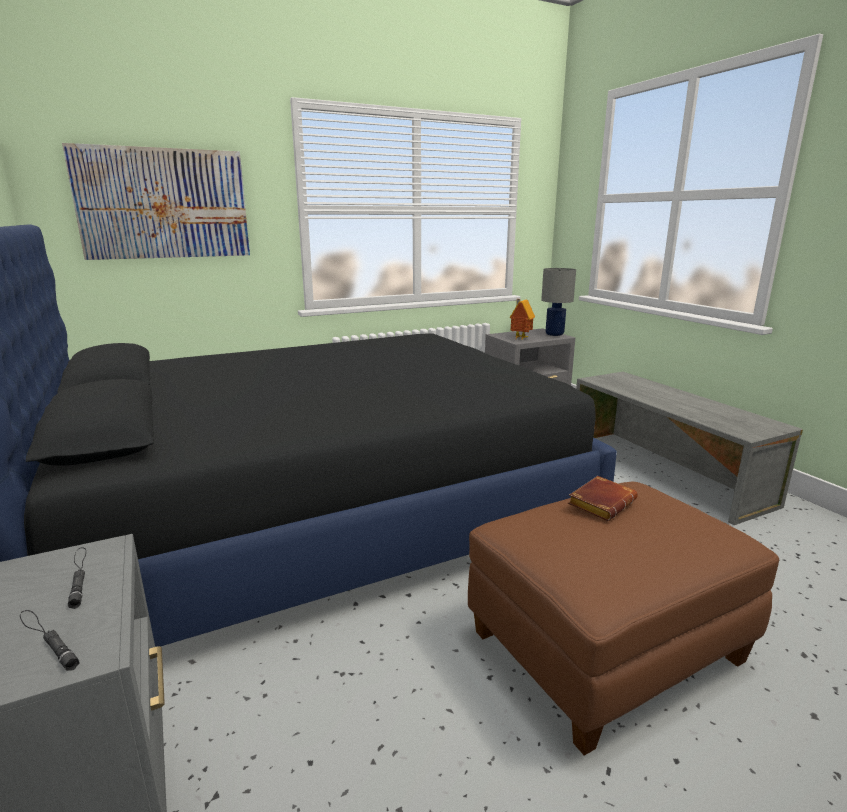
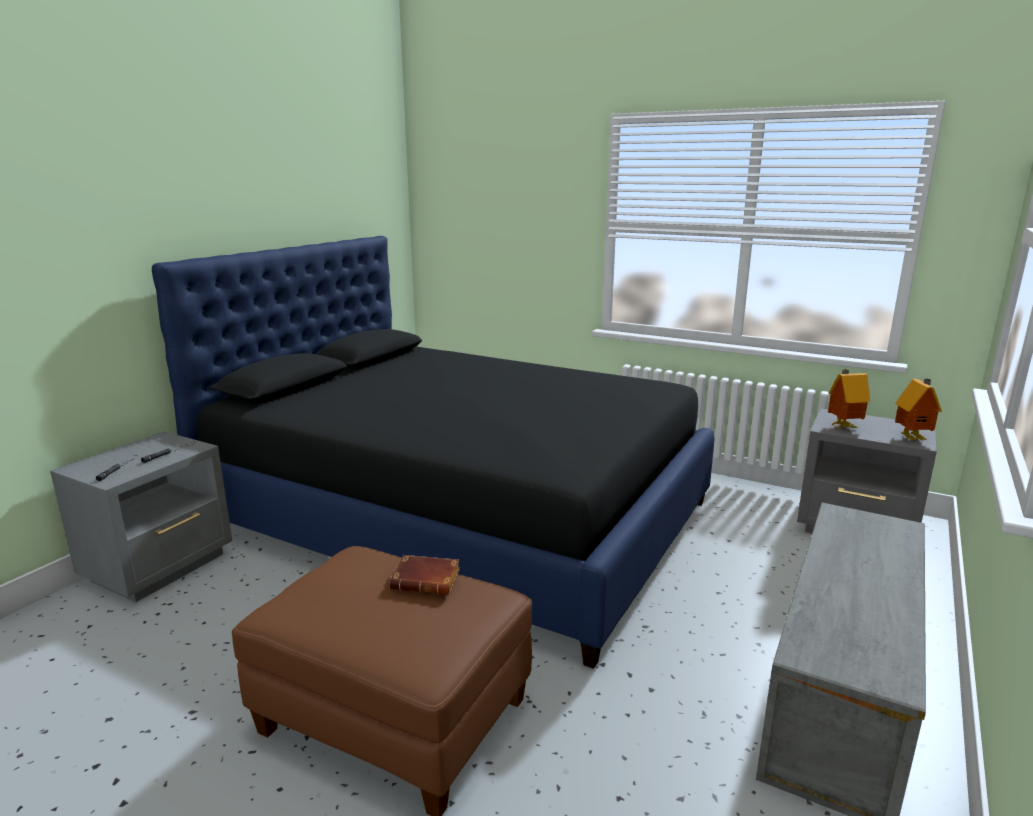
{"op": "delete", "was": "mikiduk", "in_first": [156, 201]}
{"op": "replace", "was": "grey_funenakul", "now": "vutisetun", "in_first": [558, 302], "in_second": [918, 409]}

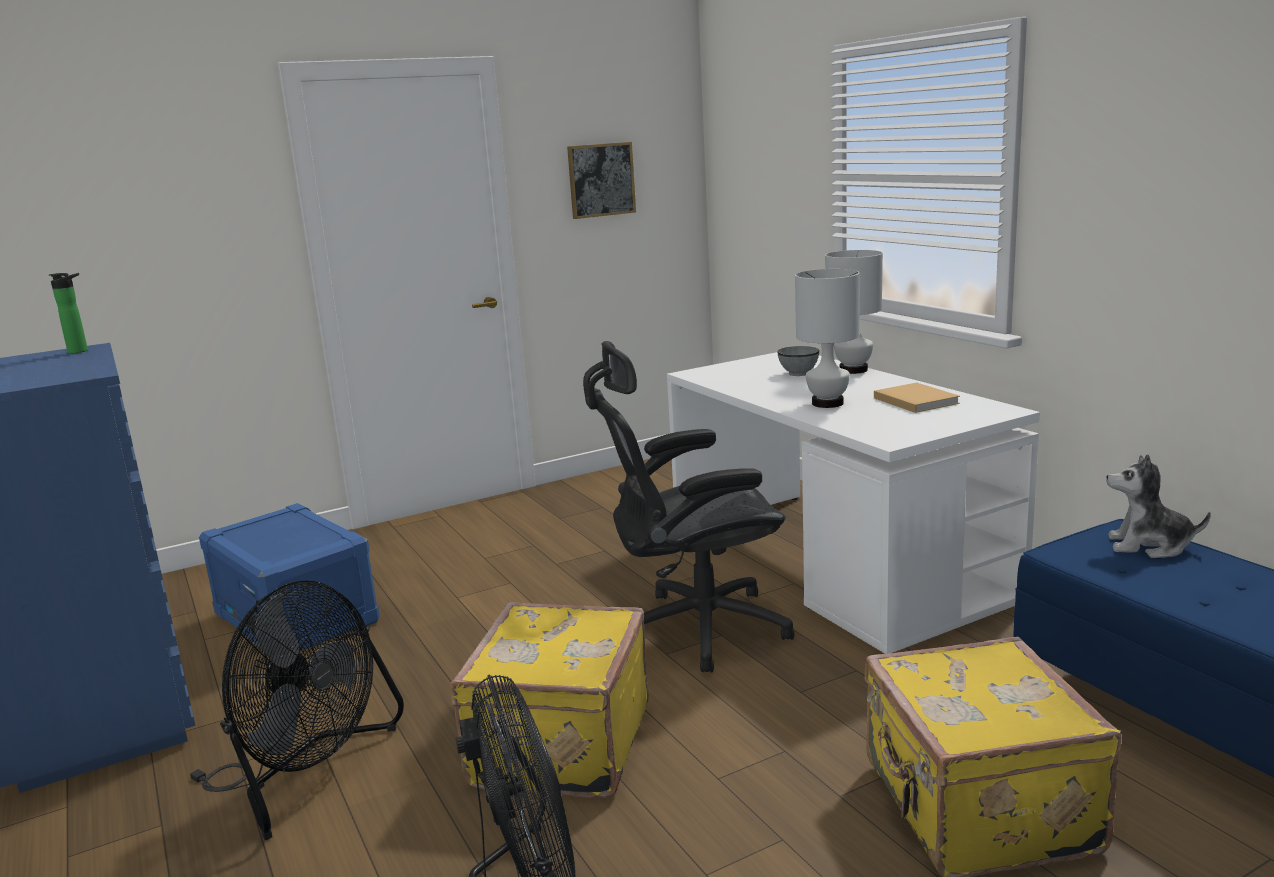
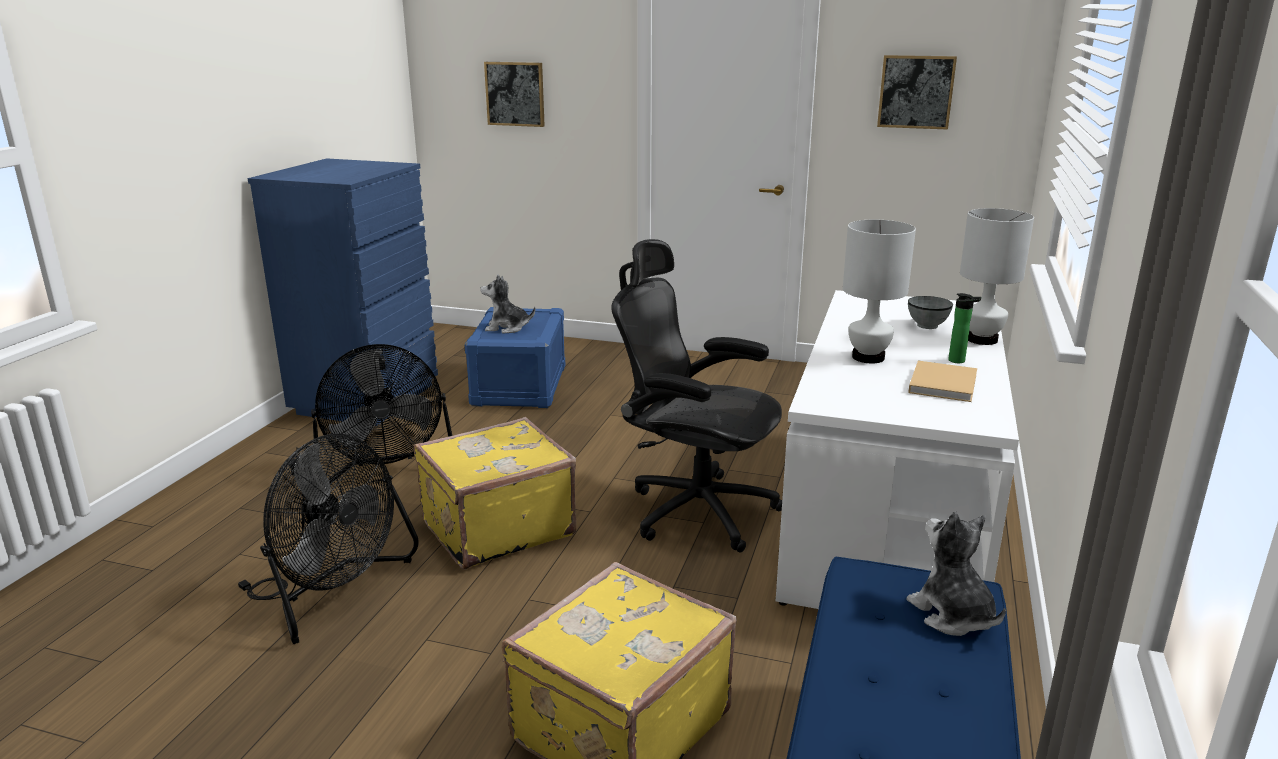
{"op": "move", "was": "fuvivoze", "in_first": [68, 313], "in_second": [964, 328]}
{"op": "insert", "now": "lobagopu", "in_second": [508, 304]}
{"op": "insert", "now": "mikiduk", "in_second": [514, 94]}

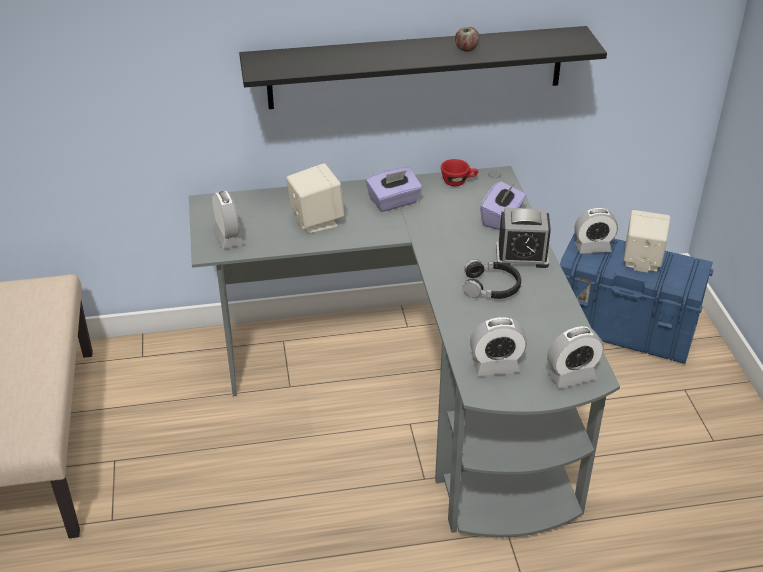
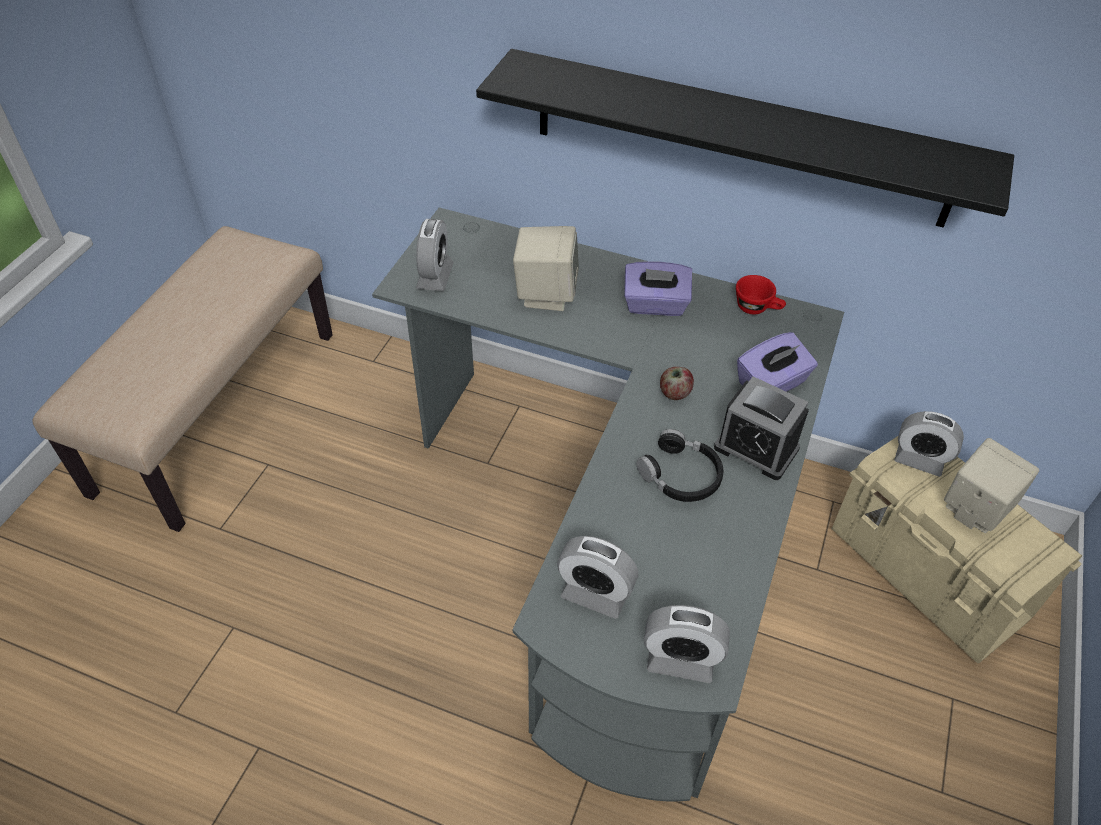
{"op": "move", "was": "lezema", "in_first": [467, 39], "in_second": [677, 383]}
{"op": "recolor", "was": "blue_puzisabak", "now": "beige_puzisabak", "in_first": [636, 298], "in_second": [957, 550]}

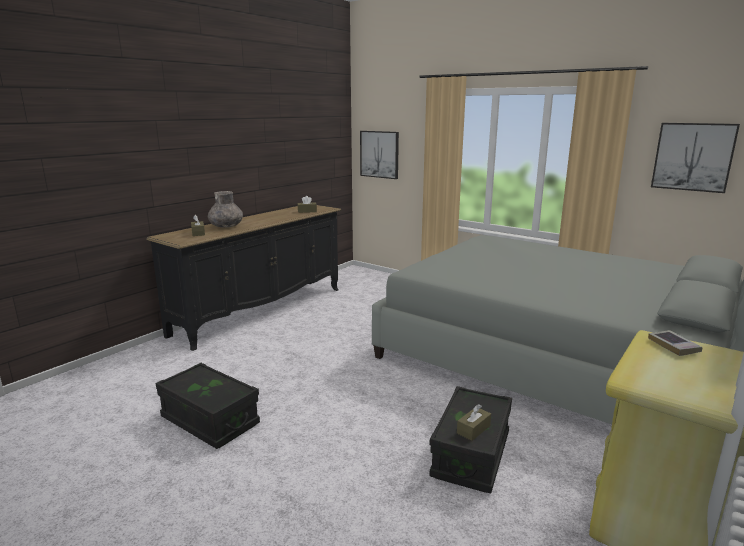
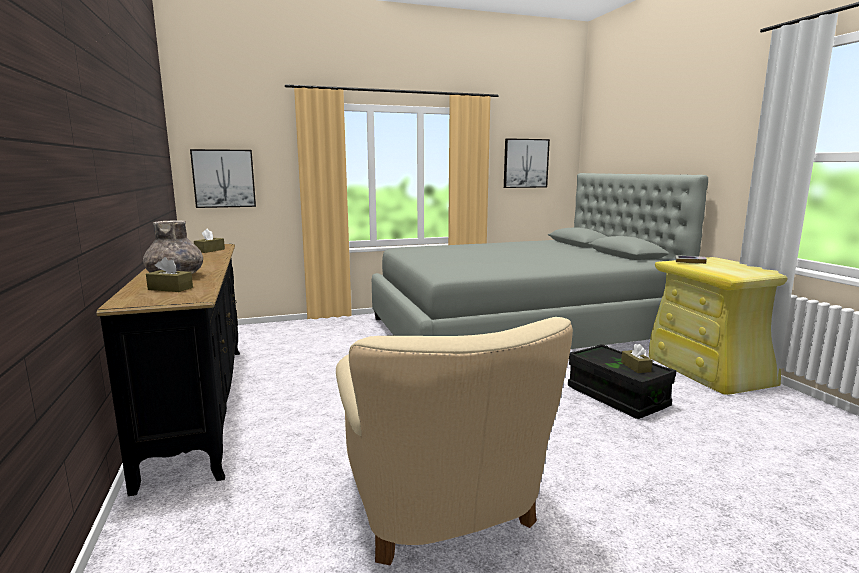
{"op": "replace", "was": "black_puzisabak", "now": "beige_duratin", "in_first": [208, 406], "in_second": [454, 441]}

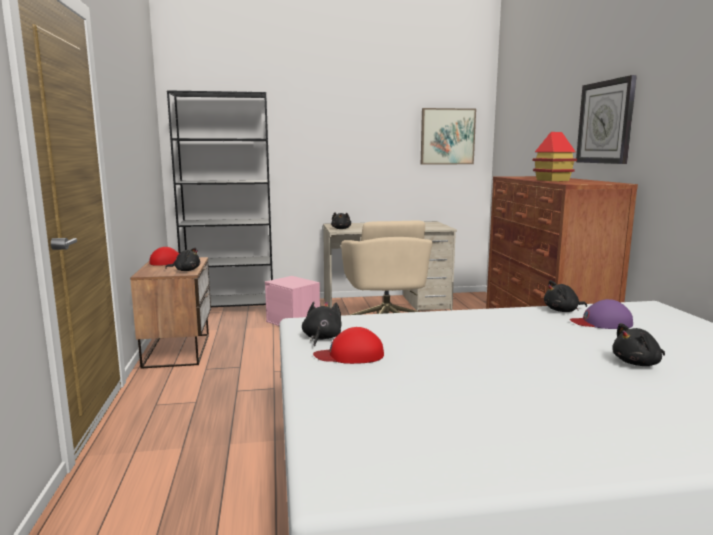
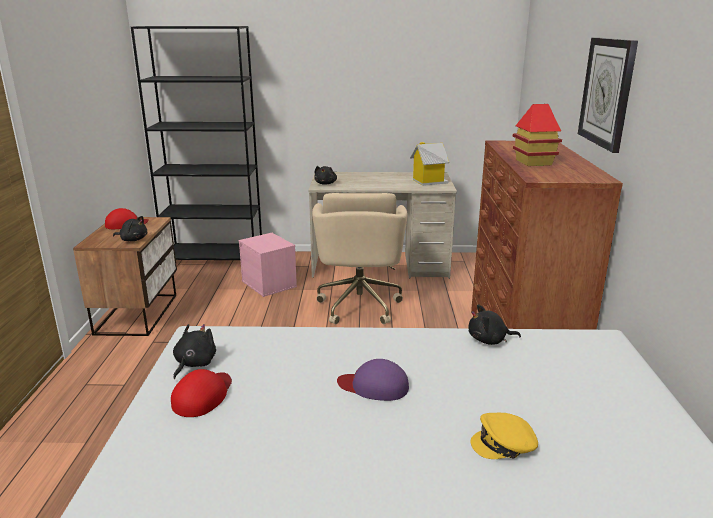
{"op": "rotate", "was": "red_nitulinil", "in_first": [348, 345], "in_second": [201, 393], "clockwise": 105}
{"op": "delete", "was": "mikiduk", "in_first": [448, 136]}
{"op": "move", "was": "purple_nitulinil", "in_first": [601, 314], "in_second": [373, 380]}
{"op": "replace", "was": "black_lobagopu", "now": "yellow_nitulinil", "in_first": [638, 344], "in_second": [504, 436]}
{"op": "insert", "now": "vutisetun", "in_second": [429, 164]}

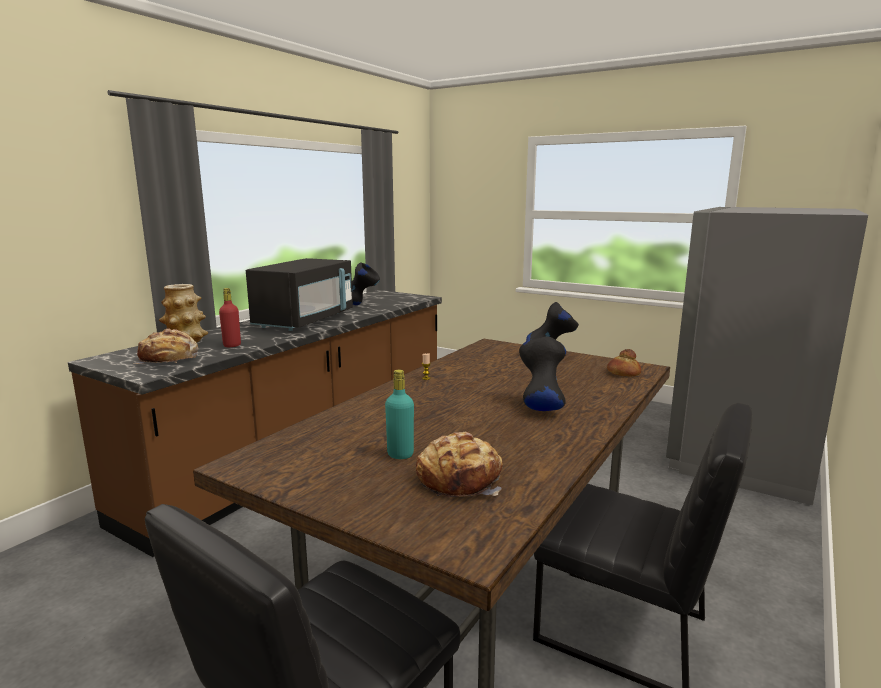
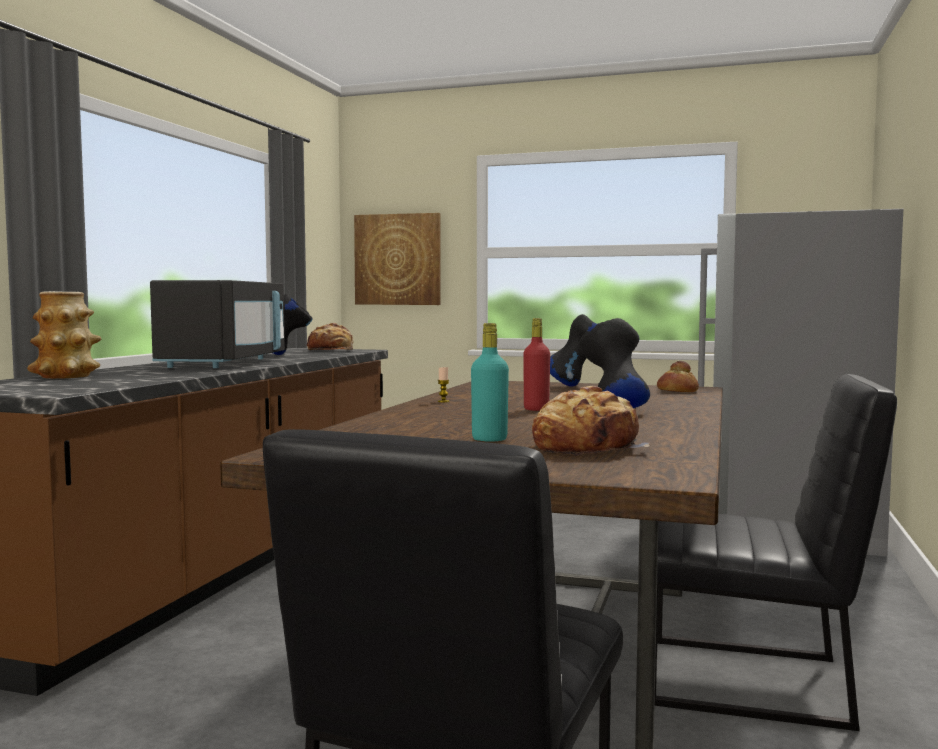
{"op": "move", "was": "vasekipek", "in_first": [166, 346], "in_second": [330, 336]}
{"op": "move", "was": "red_fuvivoze", "in_first": [230, 317], "in_second": [536, 364]}
{"op": "insert", "now": "mikiduk", "in_second": [397, 259]}

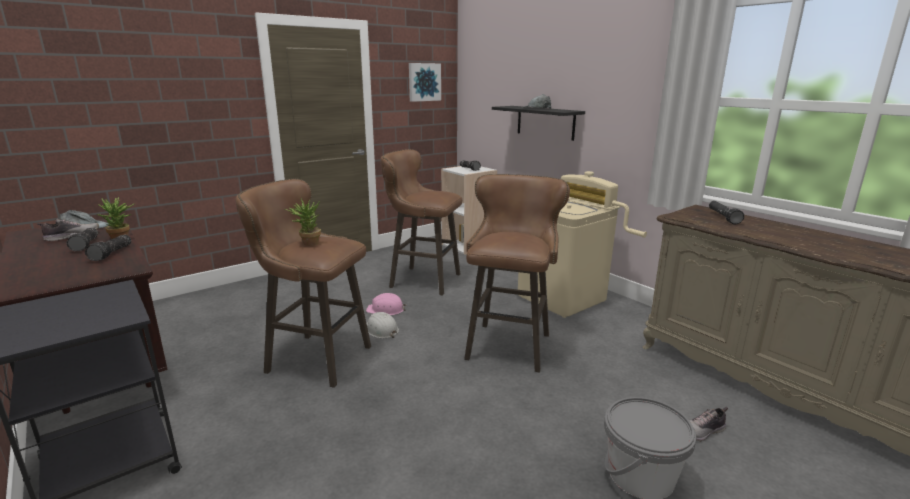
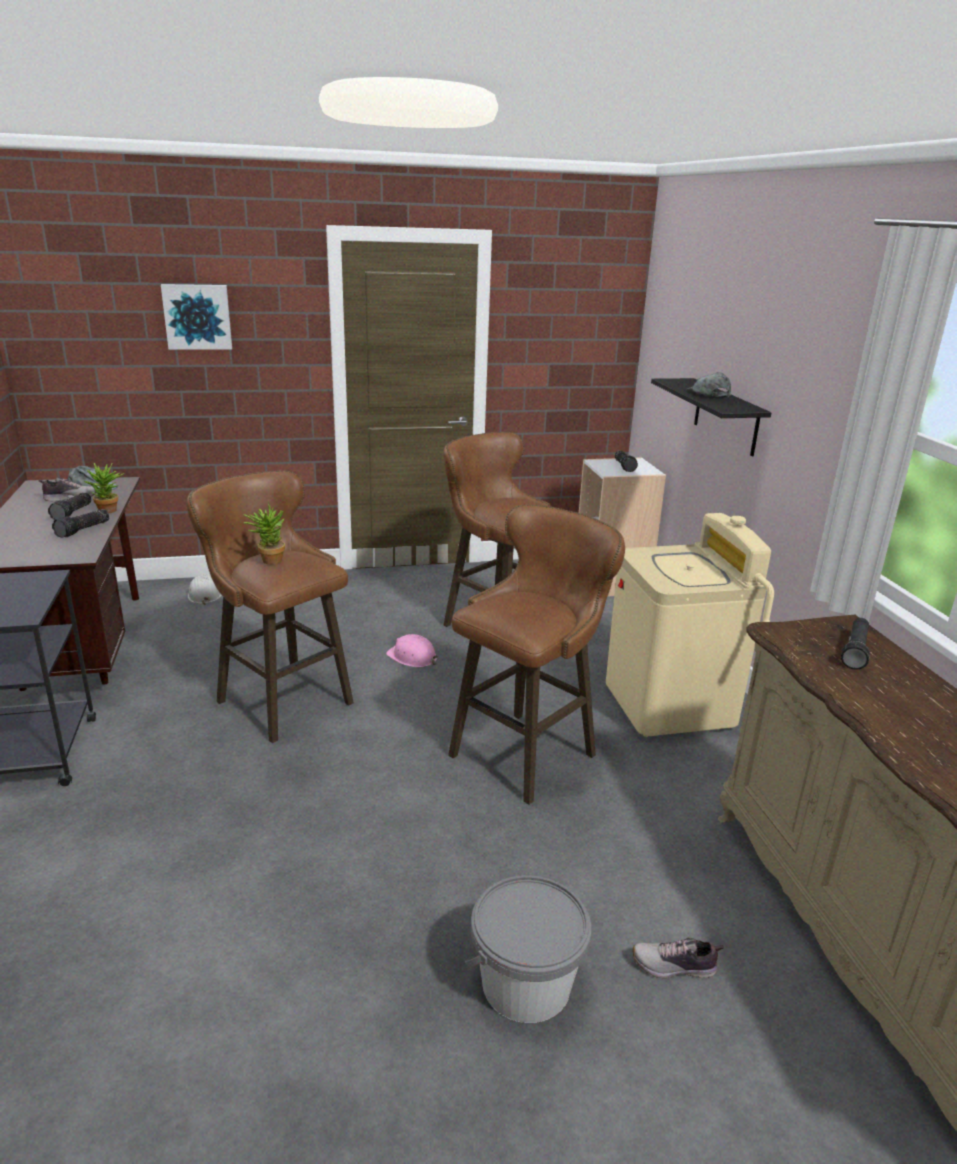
{"op": "move", "was": "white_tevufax", "in_first": [383, 325], "in_second": [205, 589]}
{"op": "move", "was": "mikiduk", "in_first": [425, 82], "in_second": [196, 317]}

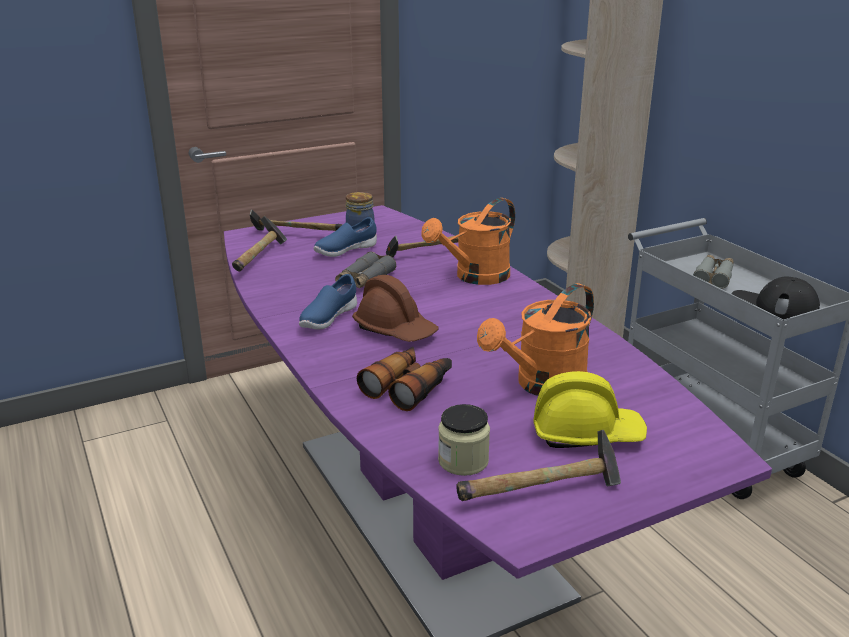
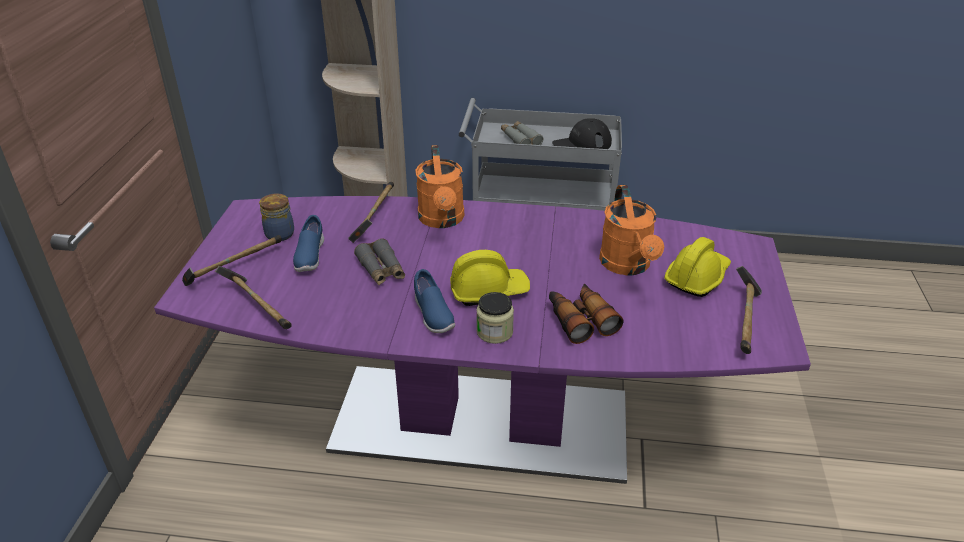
{"op": "recolor", "was": "brown_tevufax", "now": "yellow_tevufax", "in_first": [395, 308], "in_second": [490, 278]}
{"op": "move", "was": "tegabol", "in_first": [464, 440], "in_second": [495, 318]}

